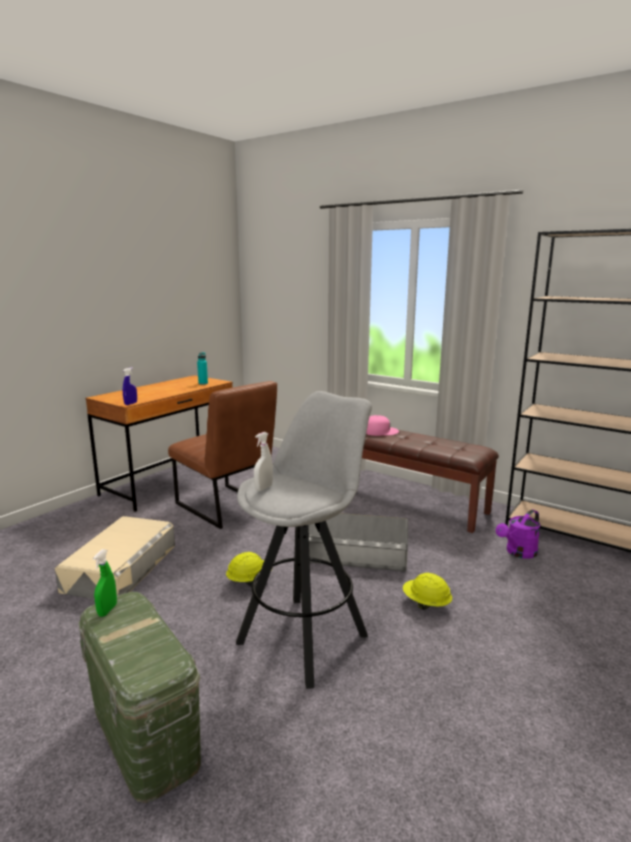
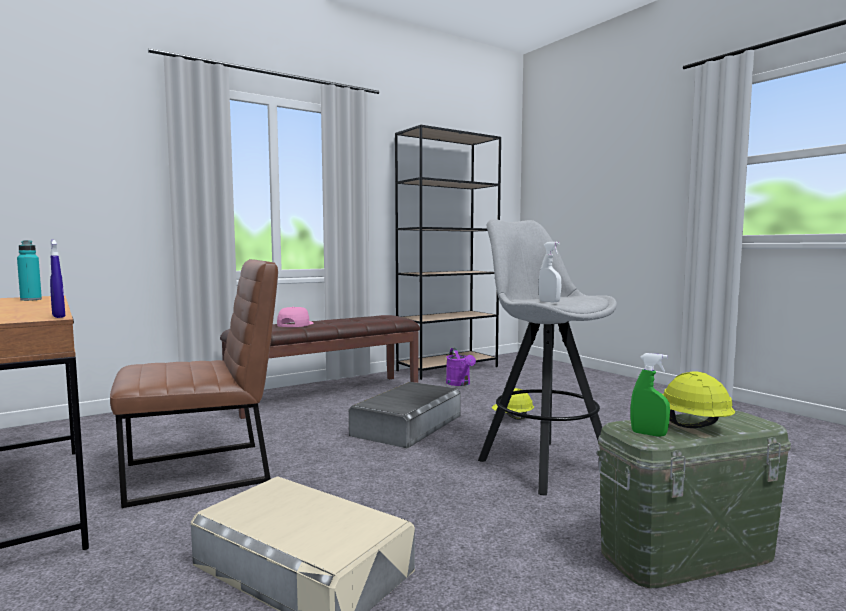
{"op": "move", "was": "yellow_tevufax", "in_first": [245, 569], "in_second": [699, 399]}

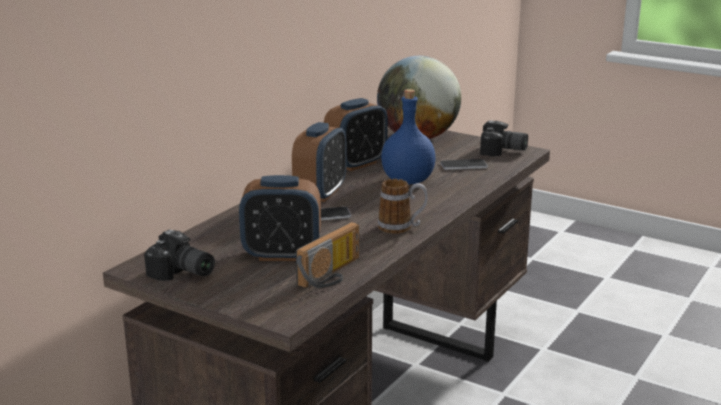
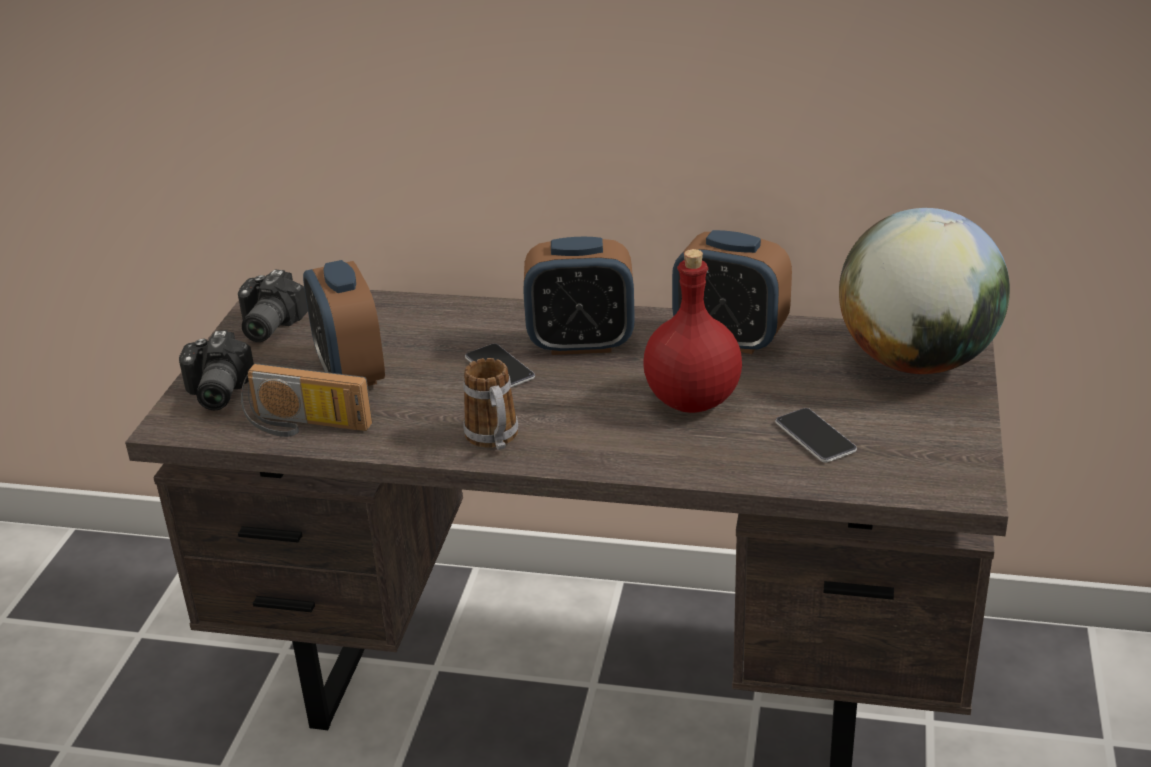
{"op": "recolor", "was": "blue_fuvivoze", "now": "red_fuvivoze", "in_first": [408, 137], "in_second": [692, 331]}
{"op": "move", "was": "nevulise", "in_first": [504, 138], "in_second": [216, 370]}

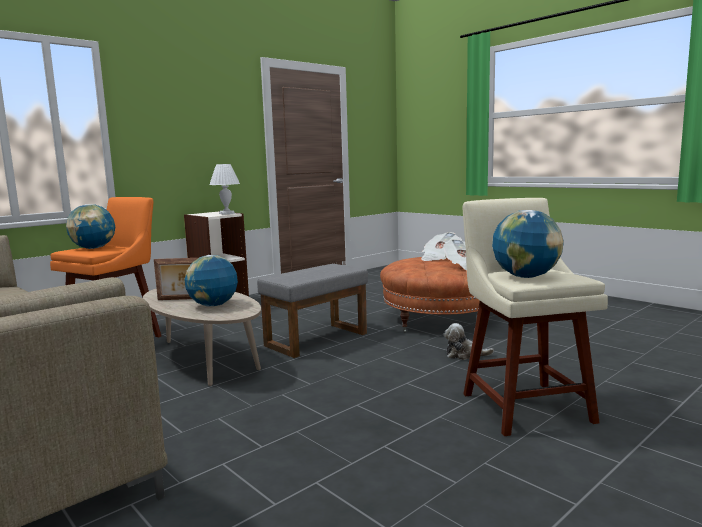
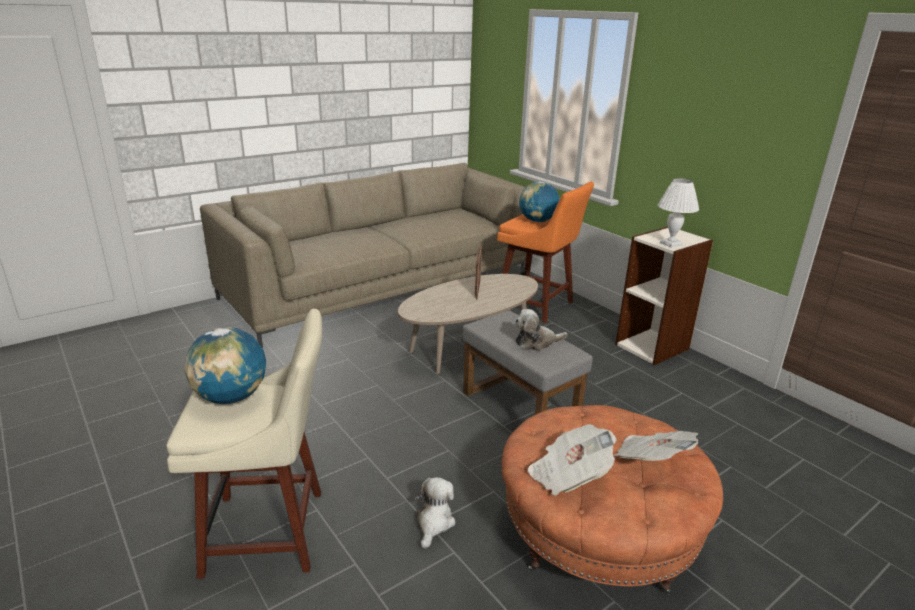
{"op": "delete", "was": "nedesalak", "in_first": [211, 280]}
{"op": "insert", "now": "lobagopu", "in_second": [541, 330]}

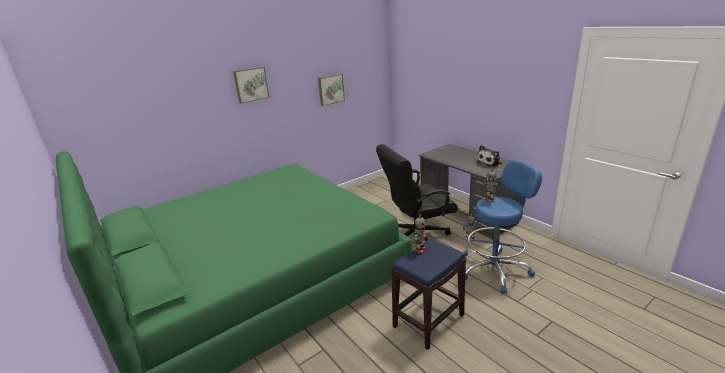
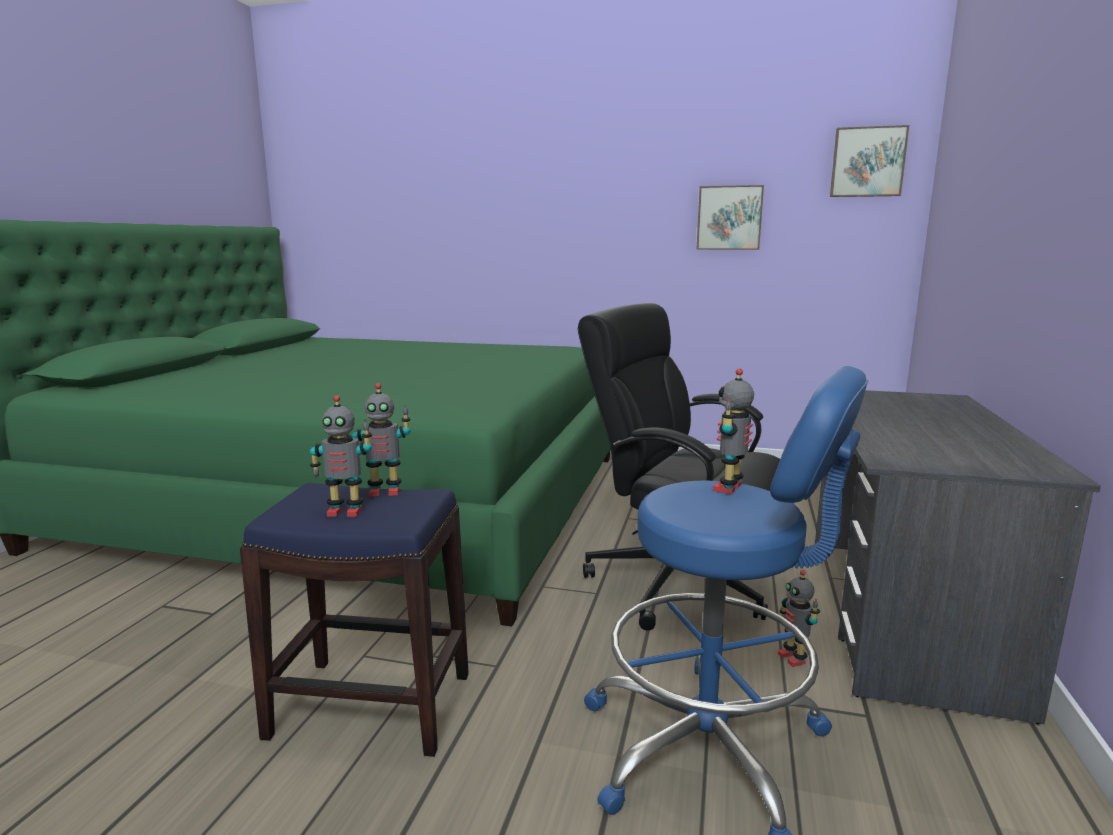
{"op": "move", "was": "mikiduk", "in_first": [251, 85], "in_second": [869, 161]}
{"op": "delete", "was": "lobagopu", "in_first": [489, 156]}
{"op": "insert", "now": "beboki", "in_second": [341, 456]}

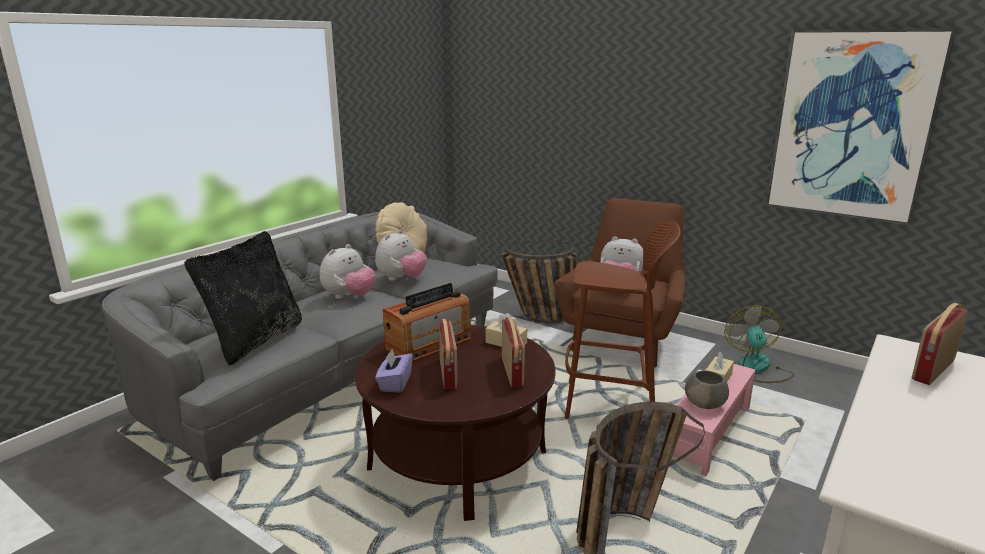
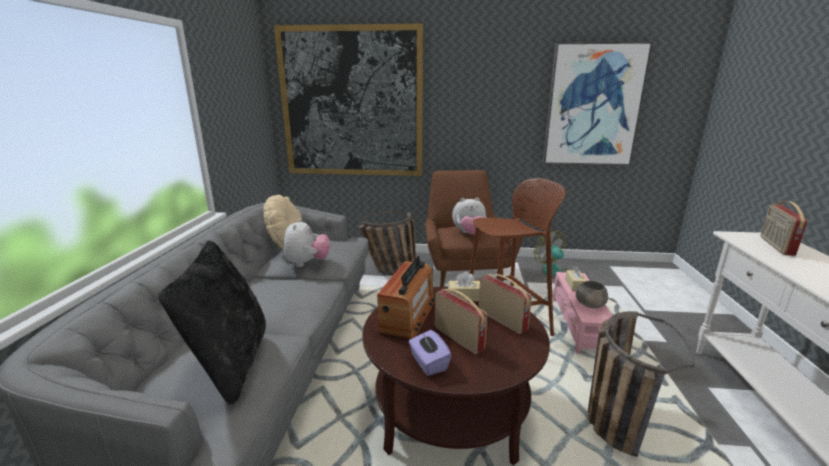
{"op": "delete", "was": "lobagopu", "in_first": [348, 271]}
{"op": "insert", "now": "mikiduk", "in_second": [348, 99]}

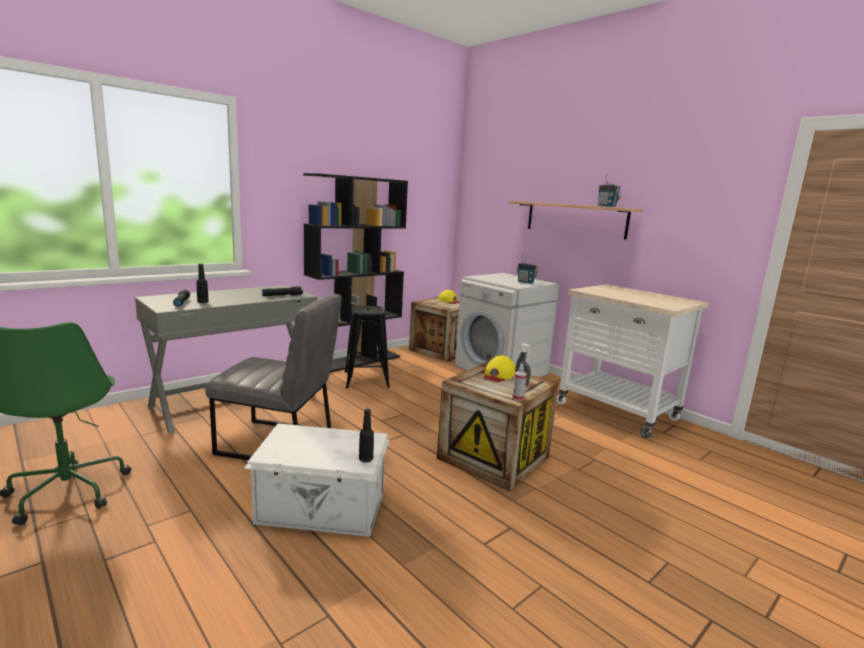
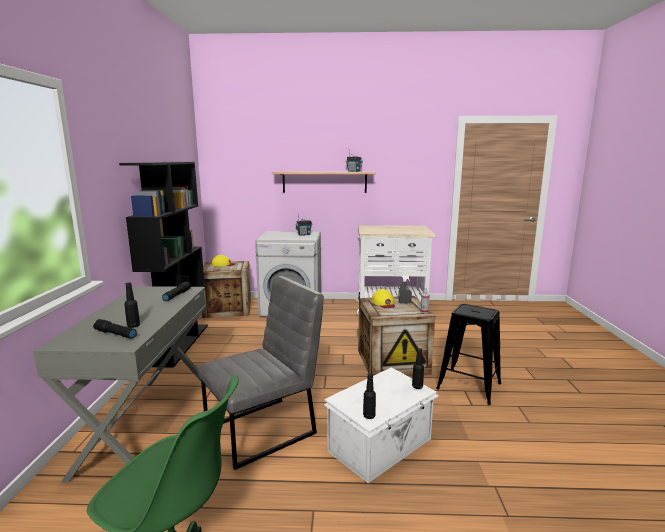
{"op": "move", "was": "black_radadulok", "in_first": [367, 347], "in_second": [468, 354]}
{"op": "insert", "now": "black_fuvivoze", "in_second": [369, 396]}

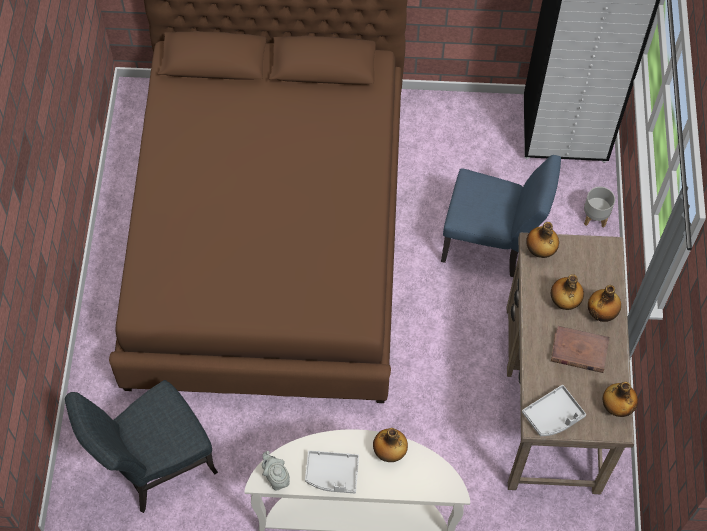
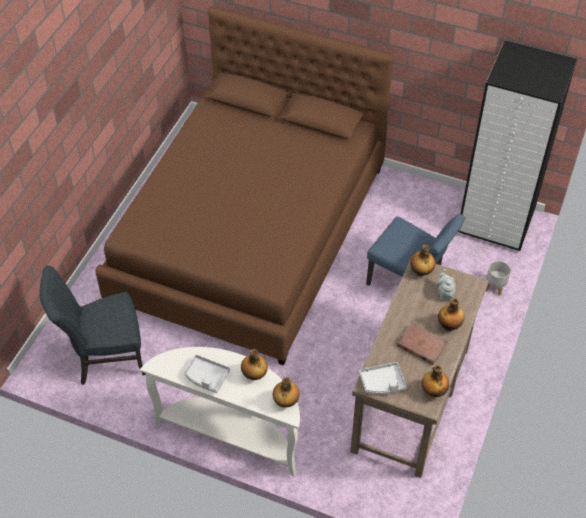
{"op": "move", "was": "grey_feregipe", "in_first": [276, 470], "in_second": [446, 285]}
{"op": "move", "was": "fuvivoze", "in_first": [567, 292], "in_second": [286, 392]}

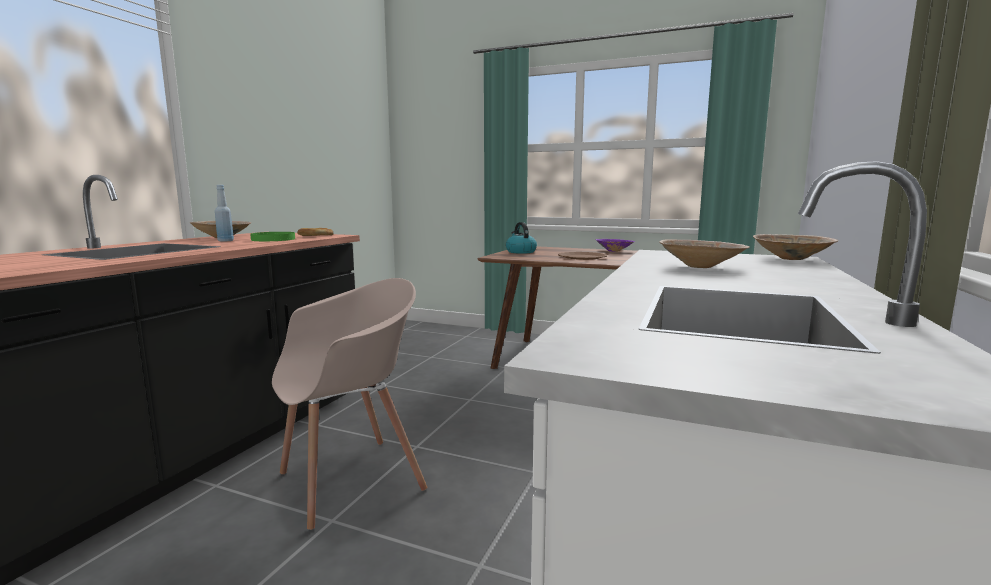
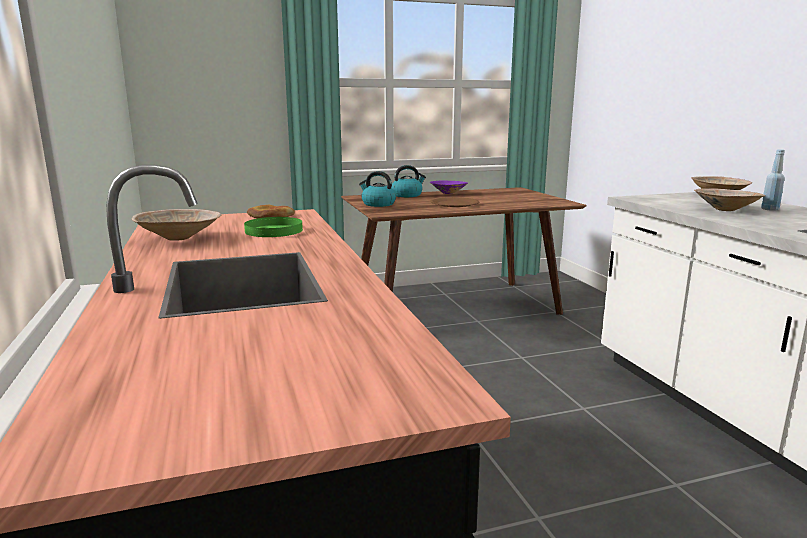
{"op": "move", "was": "blue_fuvivoze", "in_first": [224, 213], "in_second": [773, 180]}
{"op": "delete", "was": "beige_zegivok", "in_first": [349, 404]}
{"op": "insert", "now": "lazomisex", "in_second": [408, 181]}

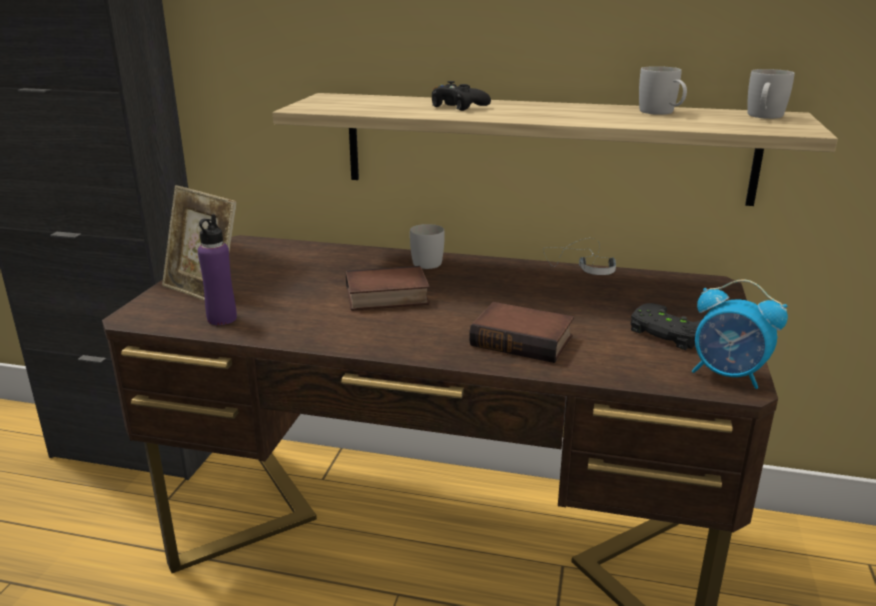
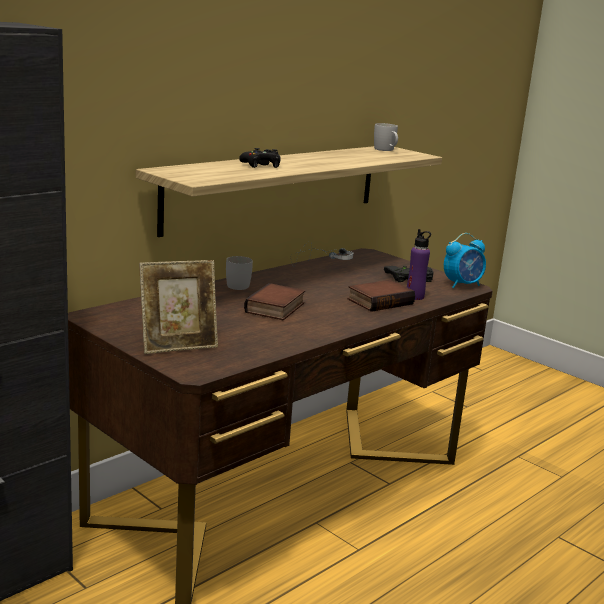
{"op": "move", "was": "purple_fuvivoze", "in_first": [217, 269], "in_second": [419, 264]}
{"op": "delete", "was": "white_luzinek", "in_first": [663, 90]}

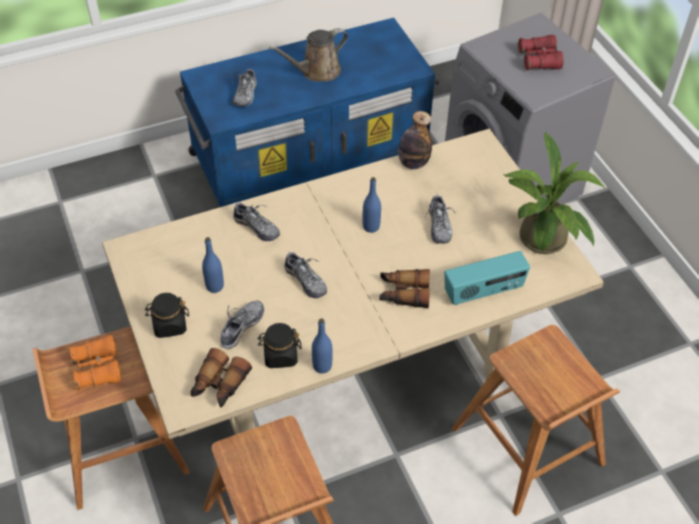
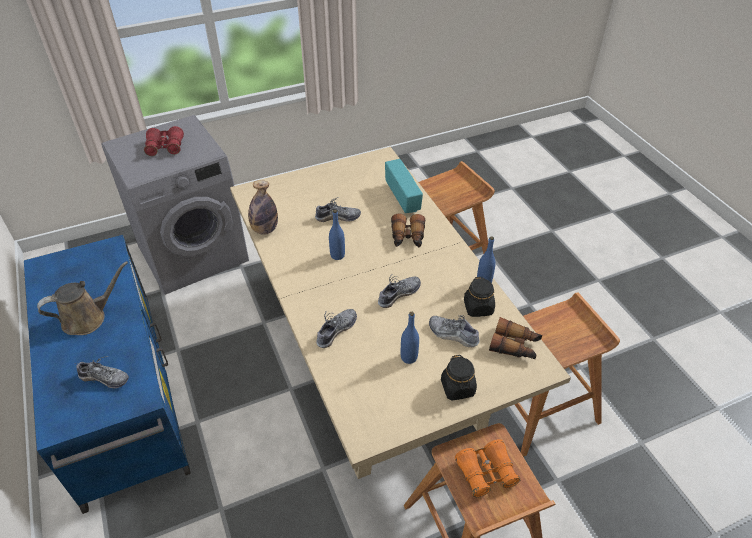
{"op": "rotate", "was": "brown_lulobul", "in_first": [308, 55], "in_second": [82, 298], "clockwise": -90}
{"op": "delete", "was": "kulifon", "in_first": [554, 193]}

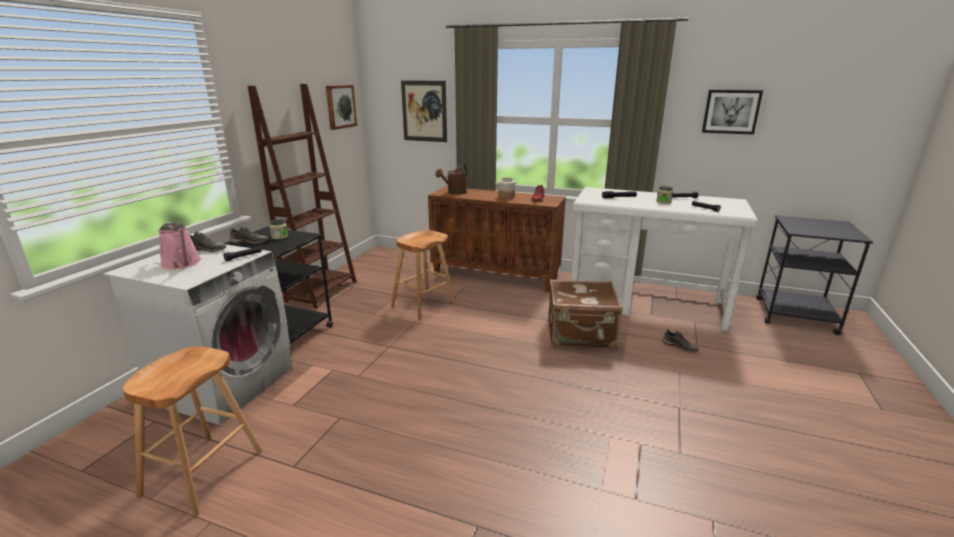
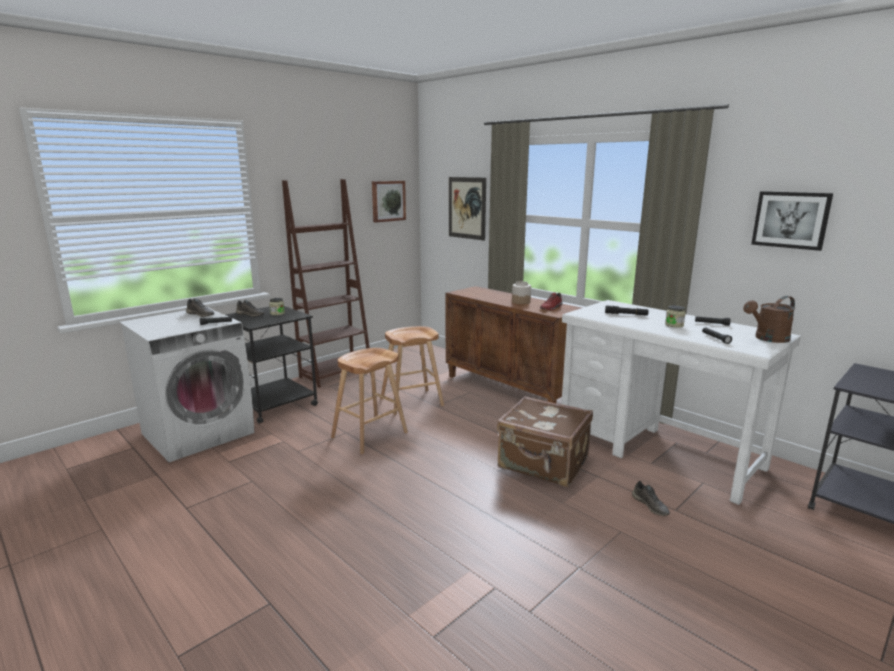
{"op": "move", "was": "brown_radadulok", "in_first": [192, 431], "in_second": [369, 401]}
{"op": "delete", "was": "pink_lulobul", "in_first": [180, 246]}
{"op": "move", "was": "brown_lulobul", "in_first": [451, 179], "in_second": [769, 319]}

